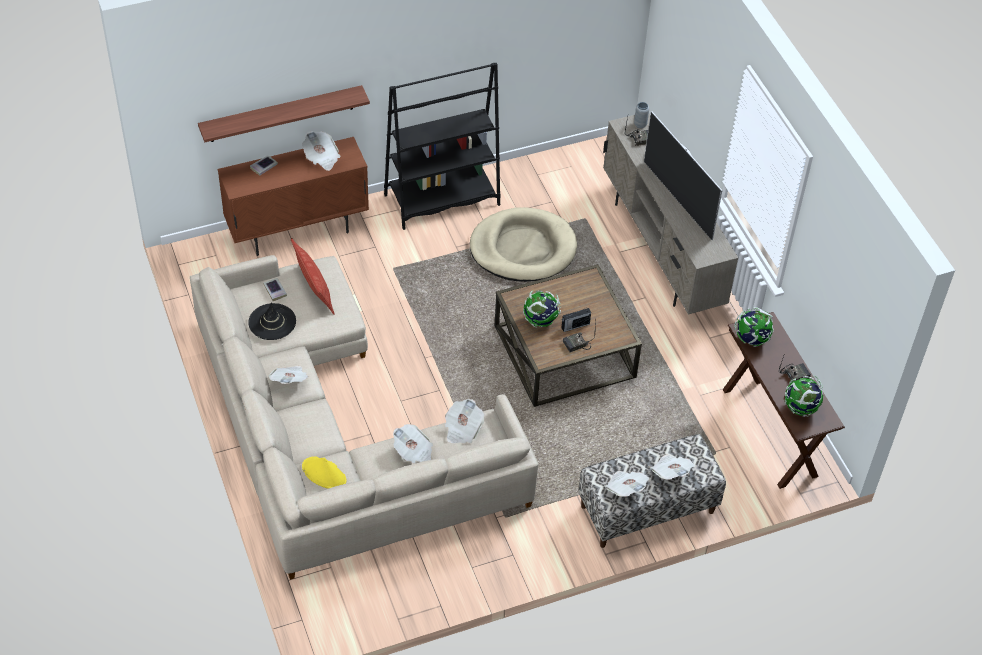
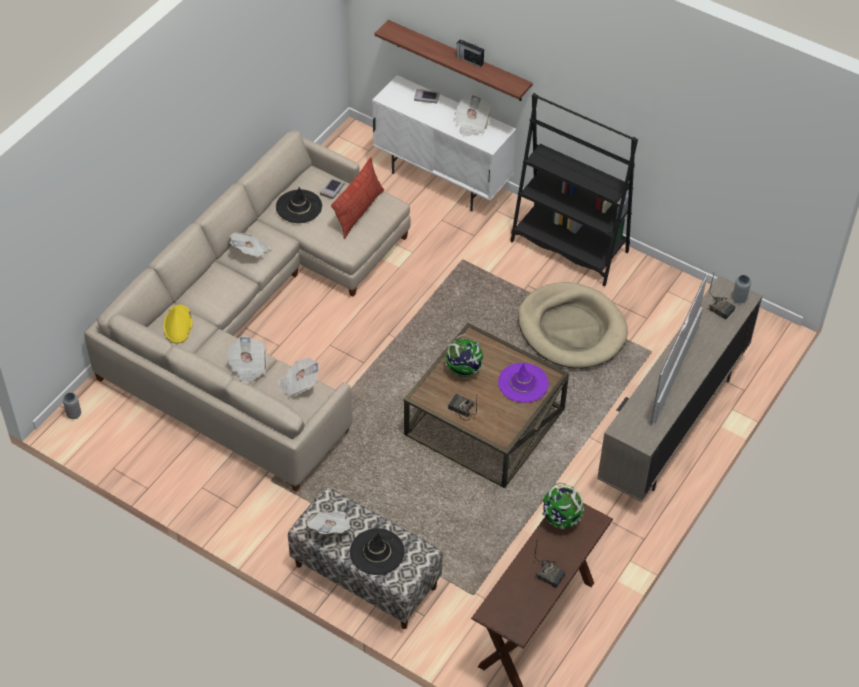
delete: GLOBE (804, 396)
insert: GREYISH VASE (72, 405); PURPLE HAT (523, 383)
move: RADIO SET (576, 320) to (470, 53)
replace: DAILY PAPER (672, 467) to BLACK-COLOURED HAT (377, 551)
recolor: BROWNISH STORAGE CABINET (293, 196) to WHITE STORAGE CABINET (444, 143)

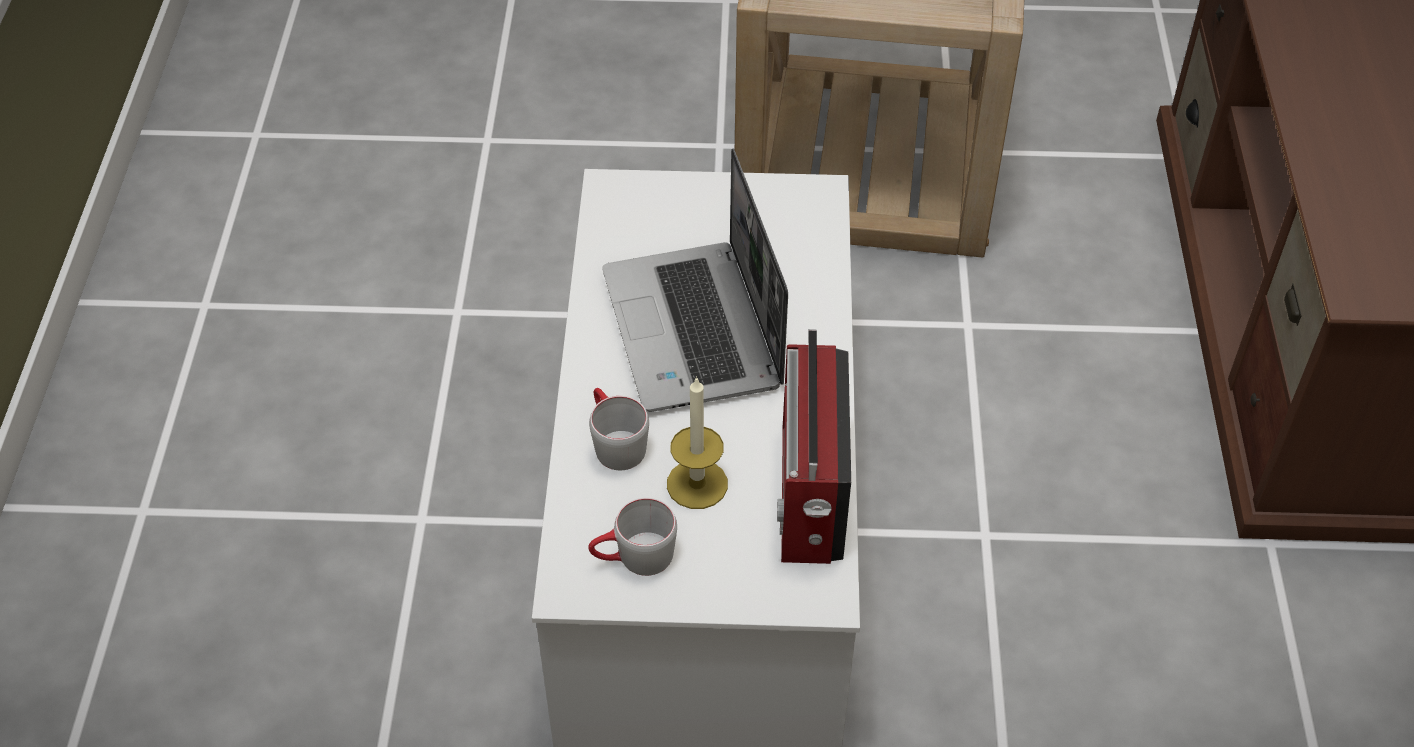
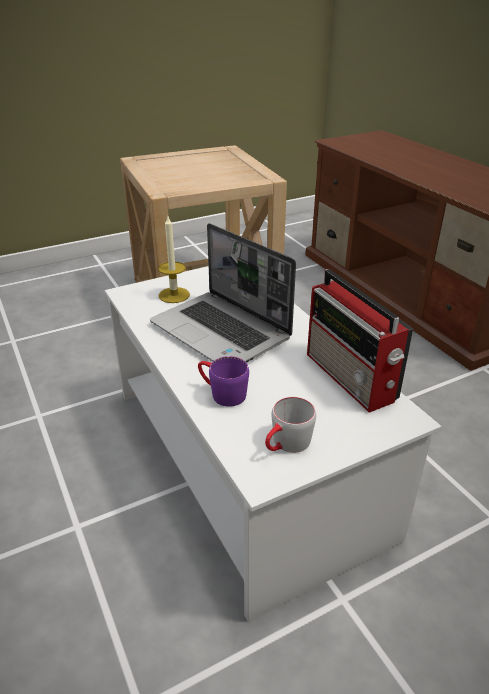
move: CANDLE (697, 442) to (174, 259)
recolor: GREYISH COFFEE MUG (619, 429) to PURPLE COFFEE MUG (223, 381)

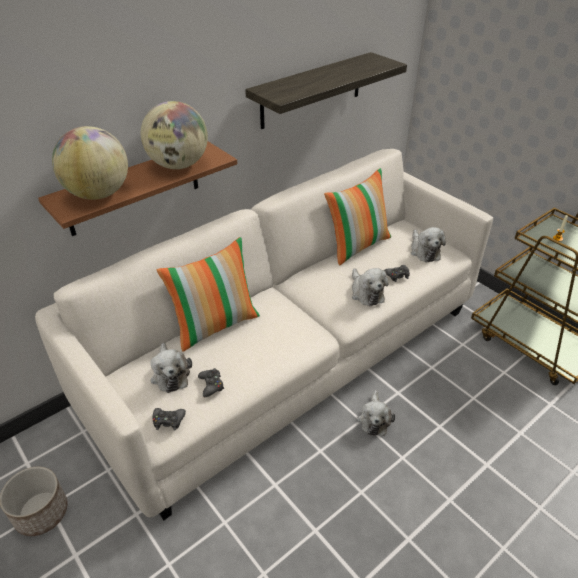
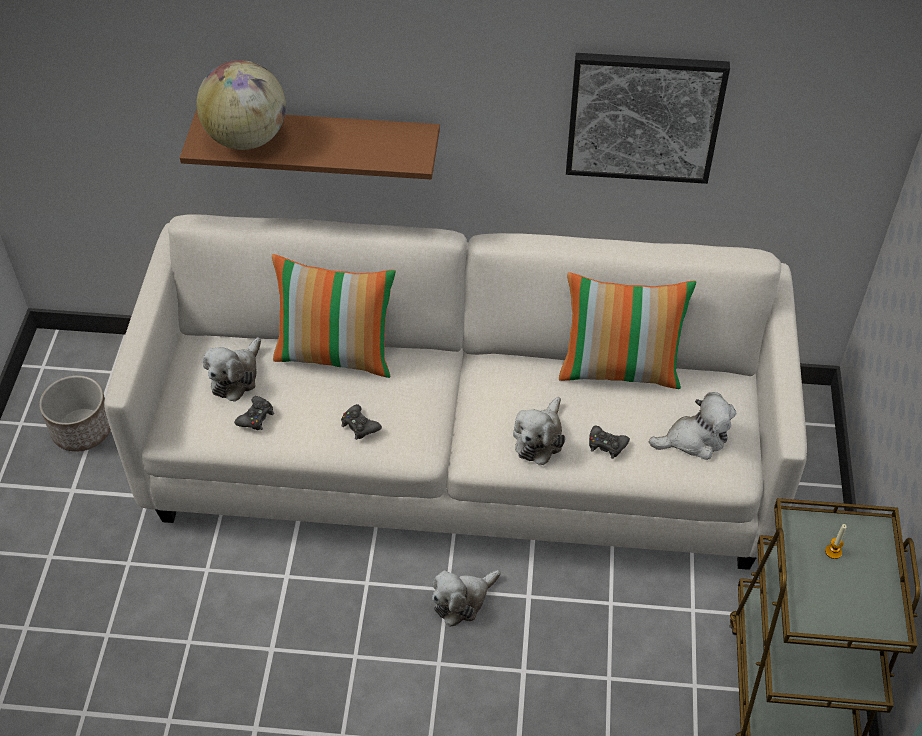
delete: GLOBE (174, 135)
move: BLACK-COLOURED JOYPAD (169, 419) to (361, 422)
replace: BRACKET SHELF (326, 90) to WALL ART (648, 118)
rotate: PLUSH TOY (428, 244) = (693, 426) 135 degrees counterclockwise

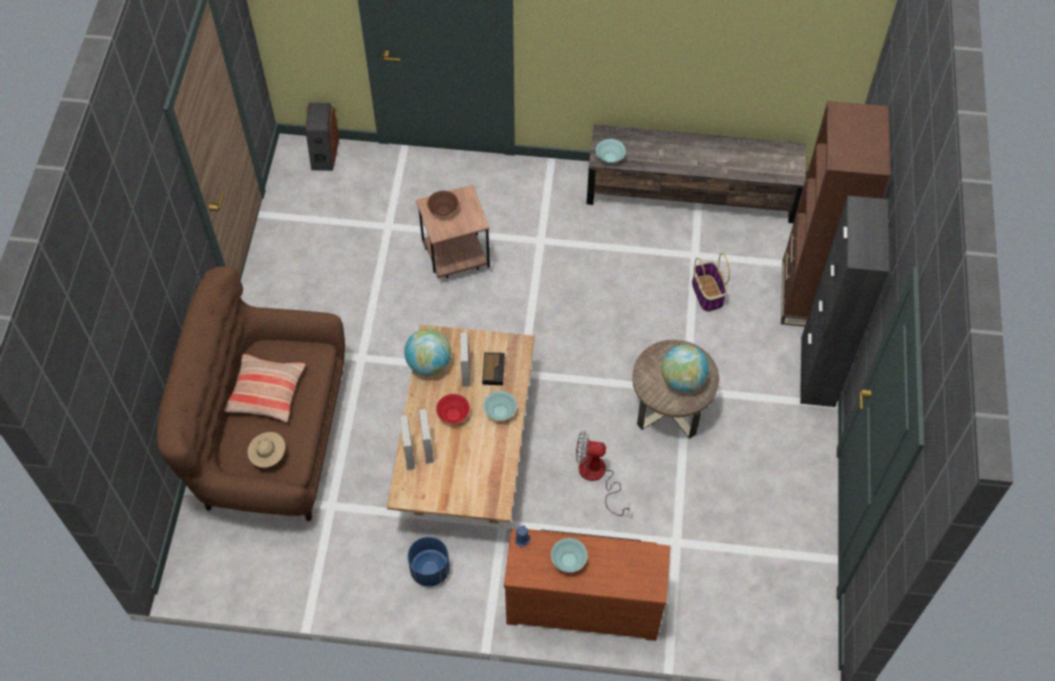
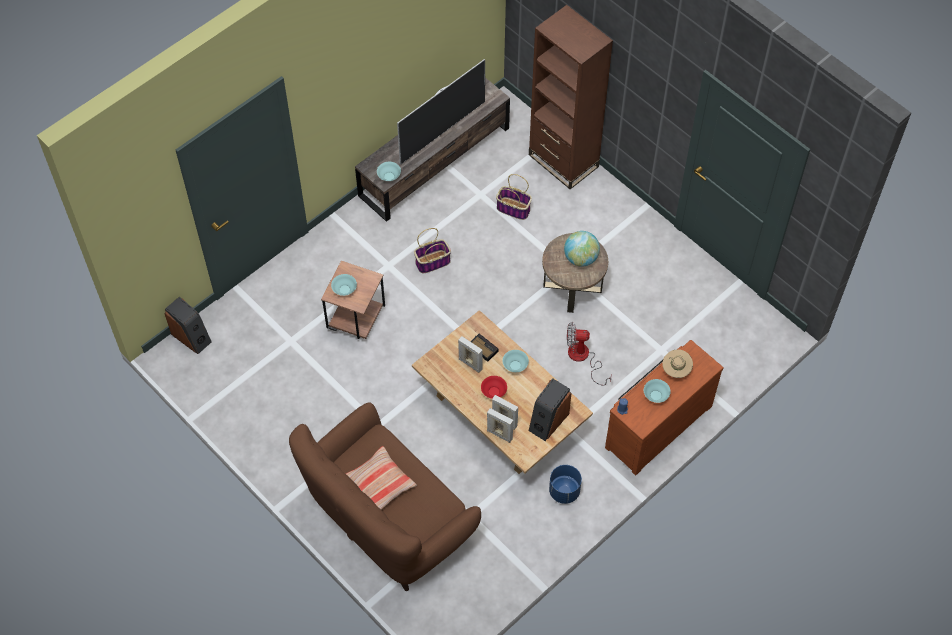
delete: GLOBE (427, 352); BLACK-COLOURED STORAGE CABINET (844, 301)
insert: TV (441, 111); STORAGE BASKET (432, 250); SPEAKER (549, 410)
move: BEIGE HAT (266, 450) to (677, 363)
recolor: BROWNISH DEEP DISH (442, 203) to TURQUOISE-COLOURED DEEP DISH (344, 285)
rotate: FAN (603, 473) = (589, 354) 45 degrees clockwise

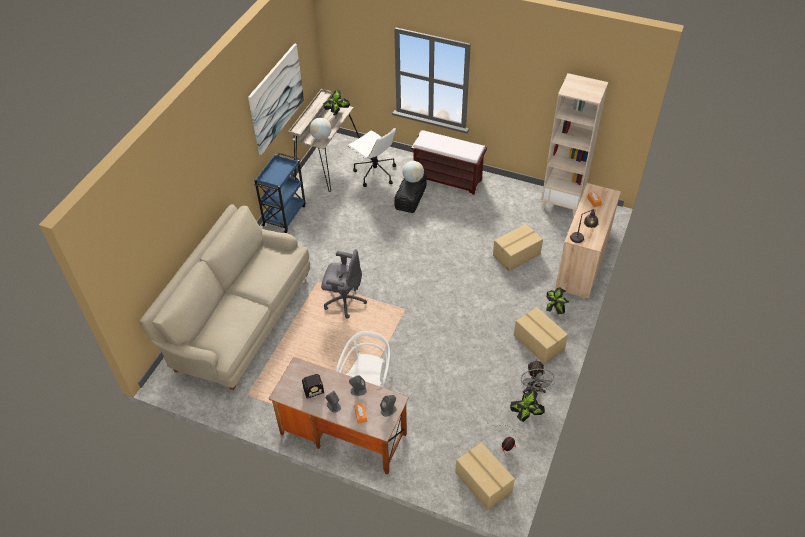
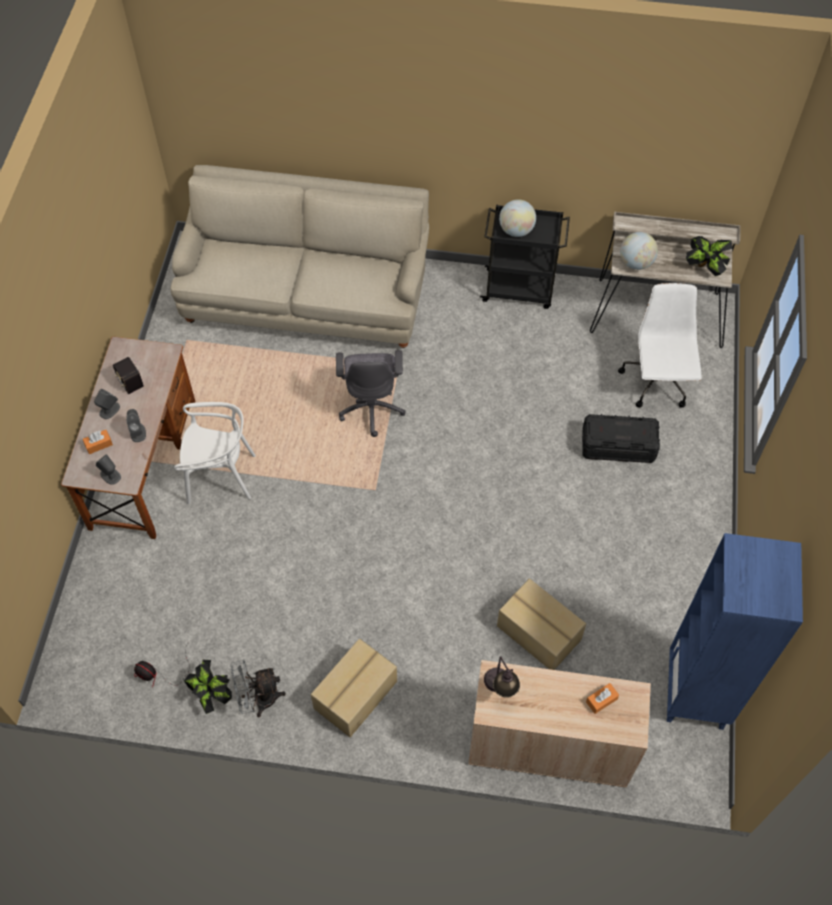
delete: WALL ART (276, 99); BROWNISH LONG SEAT (449, 162); CARTON (485, 476); POTTED PLANT (557, 300)
move: GLOBE (413, 172) to (517, 218)
recolor: BLUISH TROLLEY (280, 193) to BLACK-COLOURED TROLLEY (525, 257); BEIGE BOOKCASE (574, 145) to BLUISH BOOKCASE (735, 631)
rotate: WHITE COMPUTER CHAIR (371, 157) = (659, 345) 150 degrees clockwise

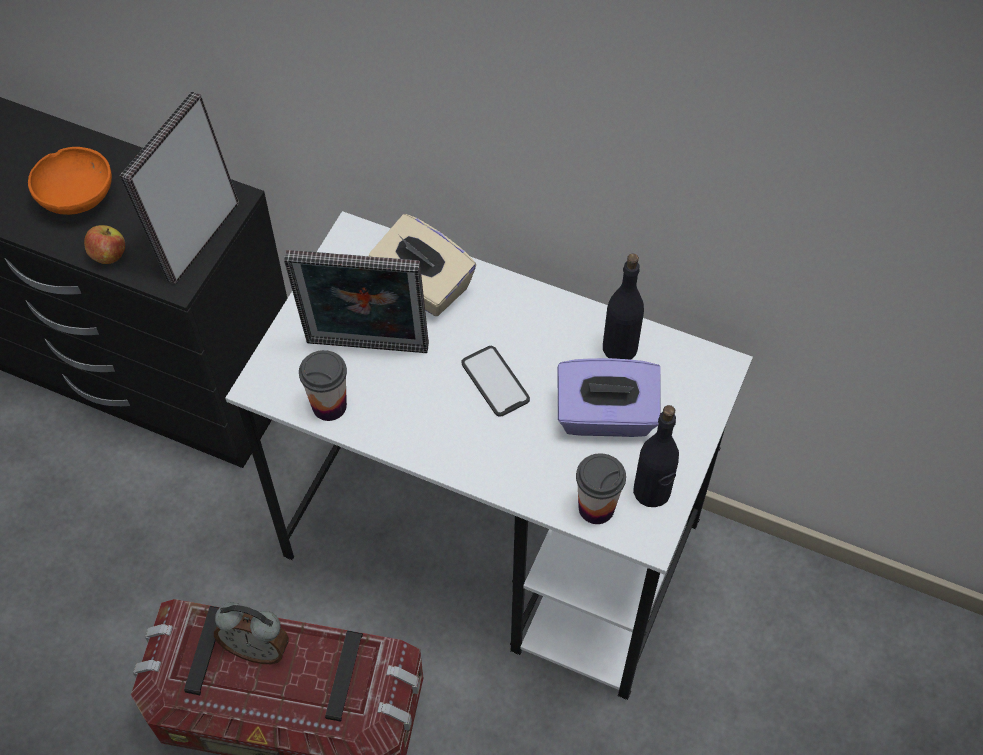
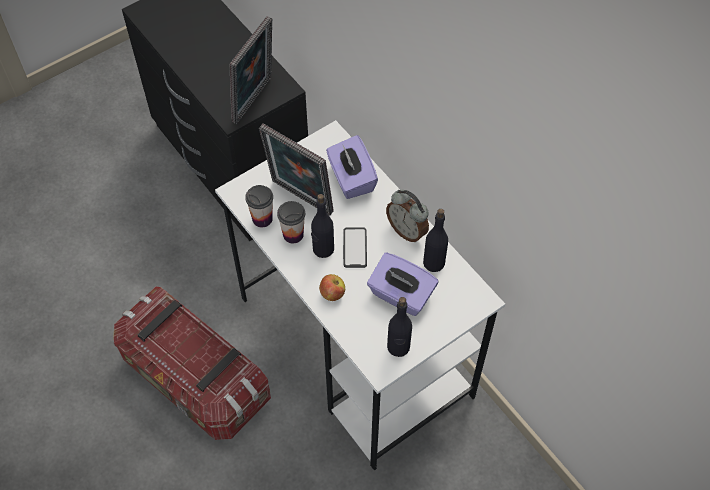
delete: ORANGE DEEP DISH (70, 181)
insert: BLACK-COLOURED DRINK BOTTLE (322, 226)
move: APPLE FRUIT (104, 244) to (332, 287); TABLE CLOCK (251, 633) to (407, 216); CUP (601, 488) to (291, 222)
recolor: BEIGE BOX OF TISSUES (422, 265) to PURPLE BOX OF TISSUES (352, 167)
rotate: PICTURE FRAME (179, 188) = (250, 70) 150 degrees clockwise

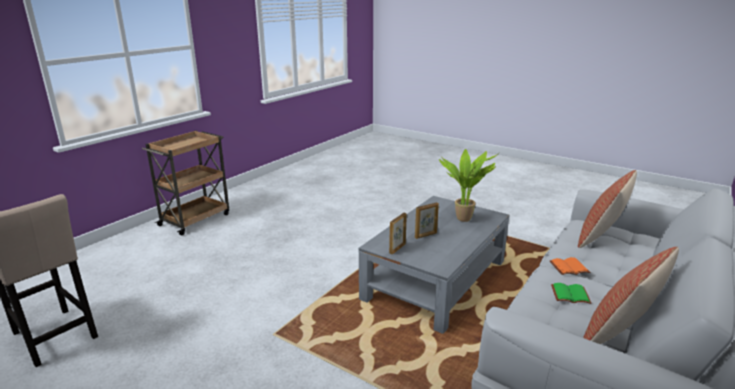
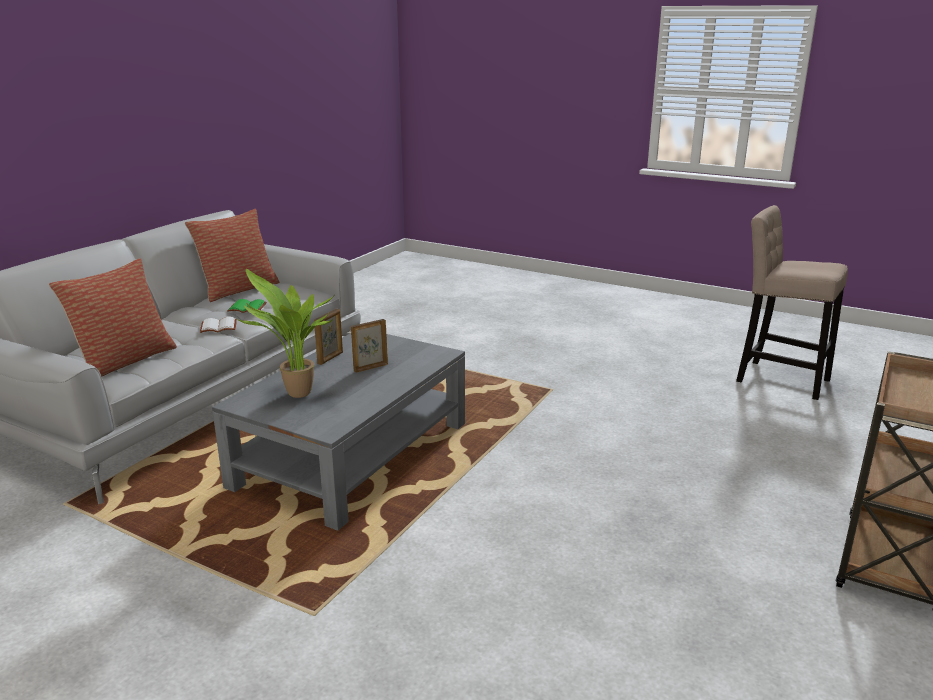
move: PICTURE FRAME (398, 234) to (328, 337)
recolor: ORANGE VOLUME (570, 266) to WHITE VOLUME (218, 325)

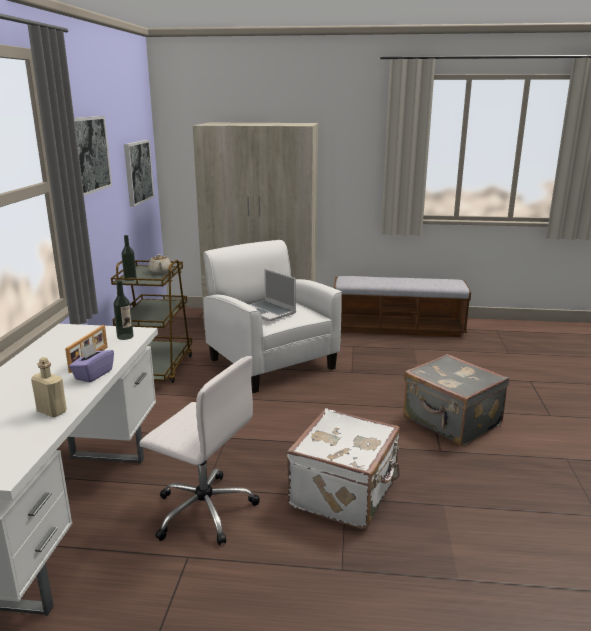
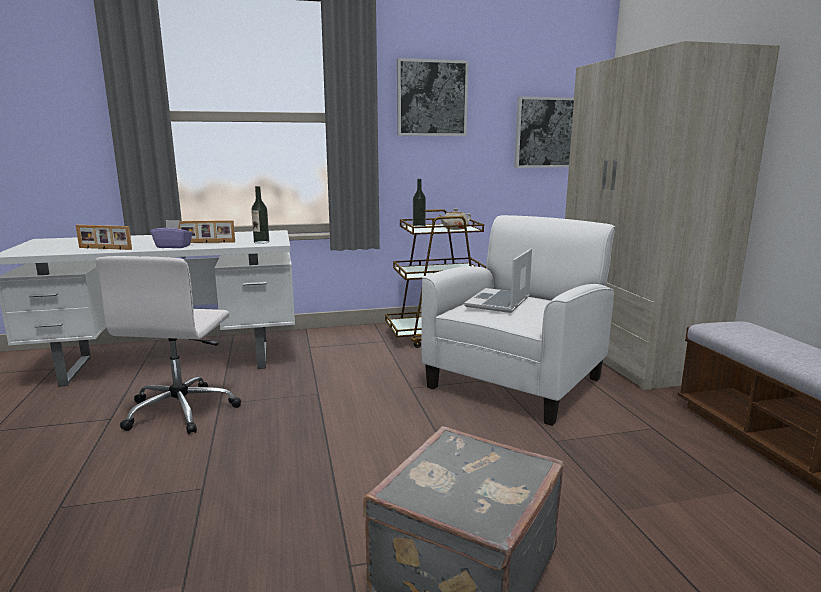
delete: WHITE SUITCASE (343, 468)
replace: BEIGE DRINK BOTTLE (49, 387) to PICTURE FRAME (104, 237)

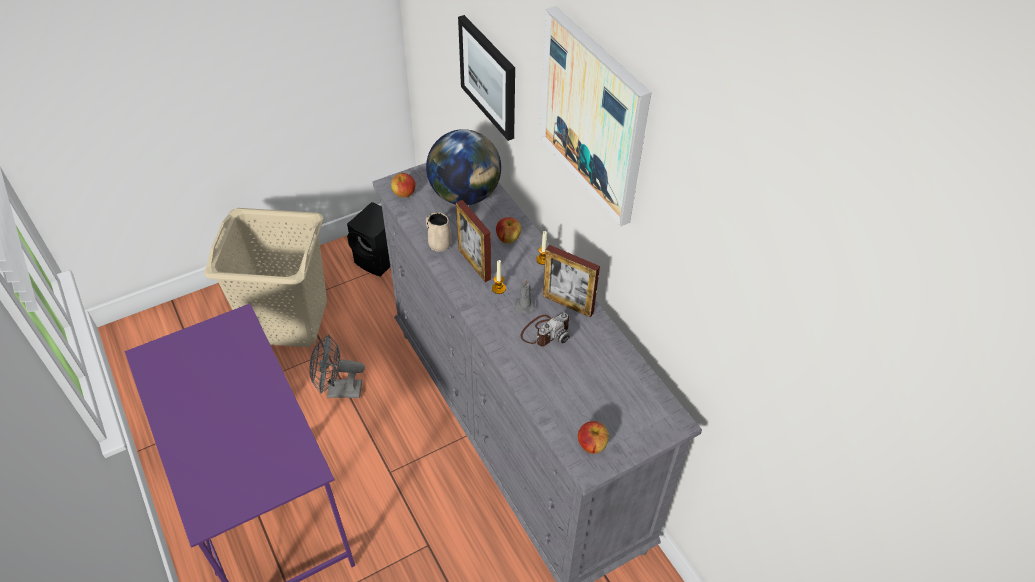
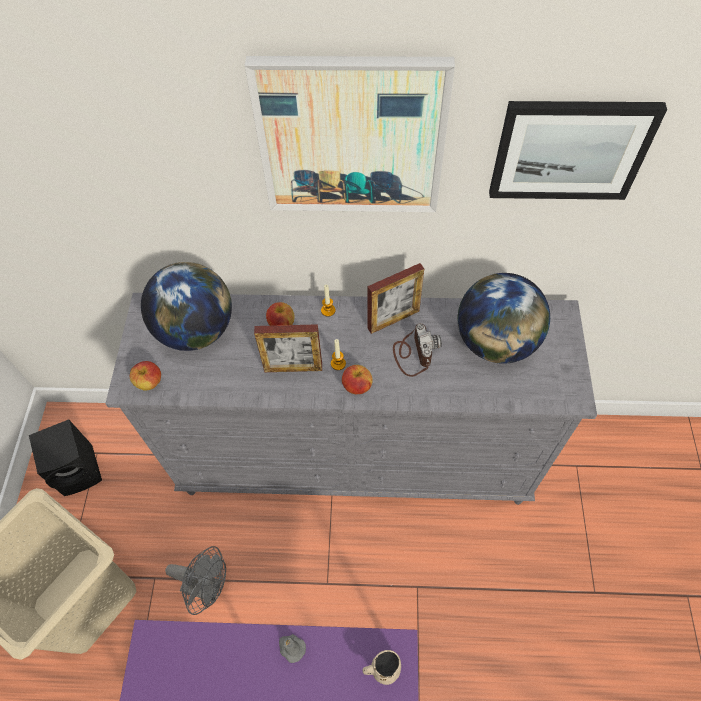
insert: GLOBE (504, 318)
move: BEIGE COFFEE MUG (439, 232) to (381, 667); WALL ART (486, 78) to (578, 150); GREYISH CANDLE (525, 297) to (292, 648); APPLE FRUIT (593, 437) to (357, 379)
rotate: GREYISH FAN (337, 366) = (195, 580) 105 degrees counterclockwise

